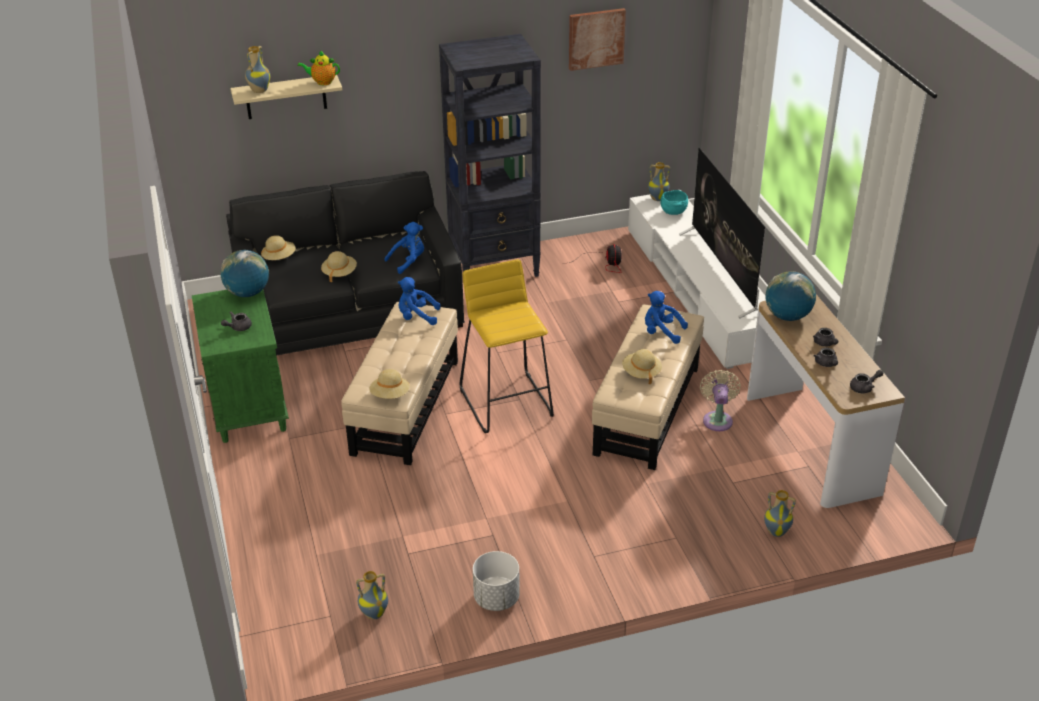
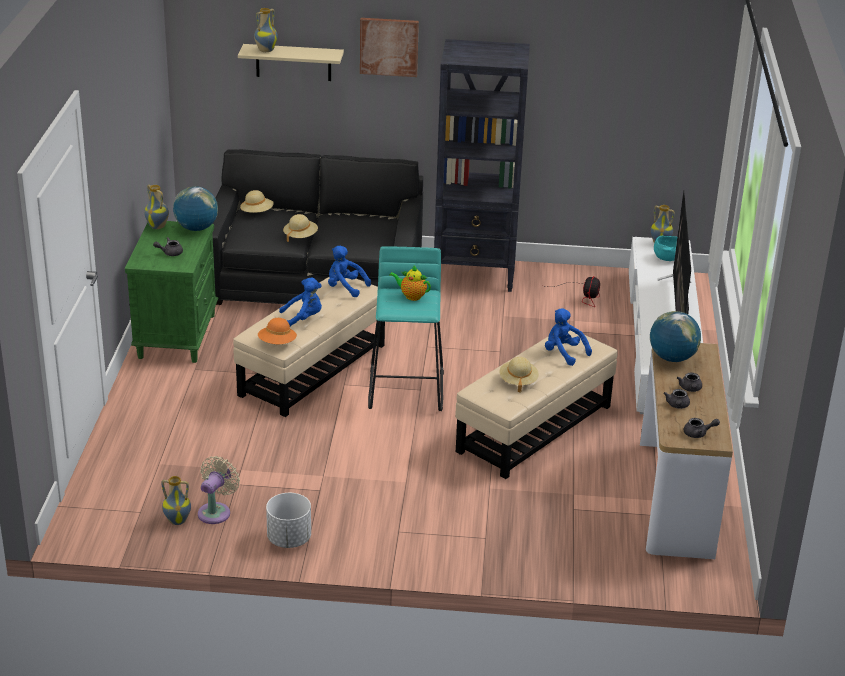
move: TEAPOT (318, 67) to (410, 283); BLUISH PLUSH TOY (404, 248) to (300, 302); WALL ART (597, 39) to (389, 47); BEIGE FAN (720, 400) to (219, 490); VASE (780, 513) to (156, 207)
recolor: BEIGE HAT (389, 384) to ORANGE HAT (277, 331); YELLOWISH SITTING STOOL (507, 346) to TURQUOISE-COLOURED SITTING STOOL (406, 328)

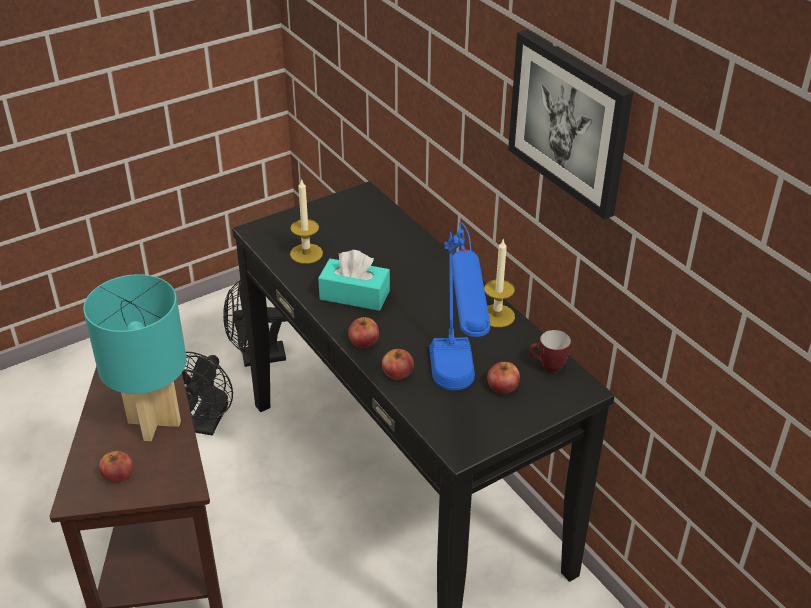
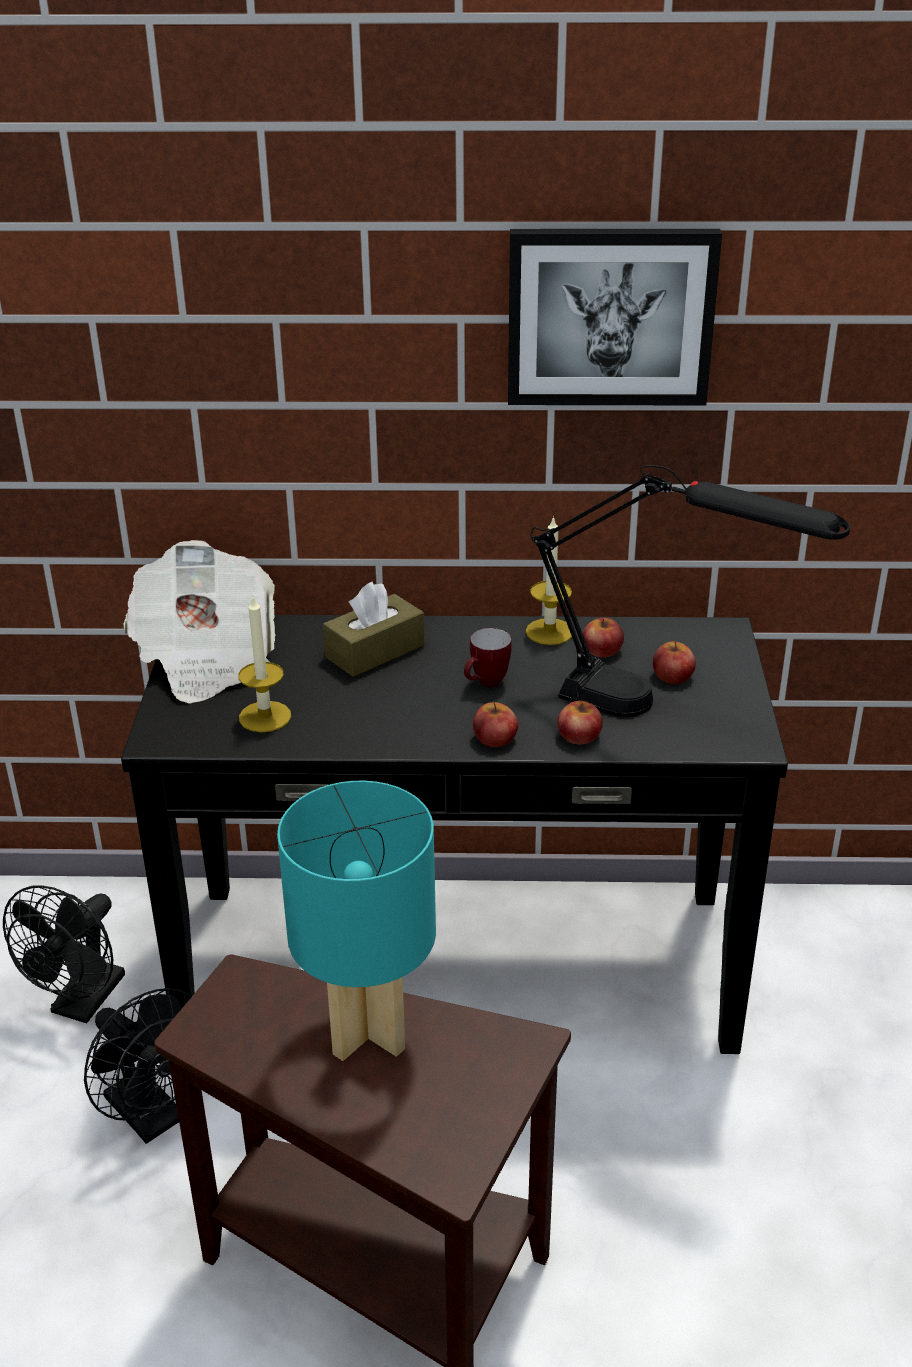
delete: TURQUOISE-COLOURED BOX OF TISSUES (354, 280)
insert: DAILY PAPER (199, 622); BROWNISH BOX OF TISSUES (374, 629)
move: APPLE FRUIT (116, 467) to (603, 637); COFFEE MUG (550, 351) to (488, 657)
recolor: BLUISH TABLE LAMP (459, 306) to BLACK-COLOURED TABLE LAMP (690, 591)

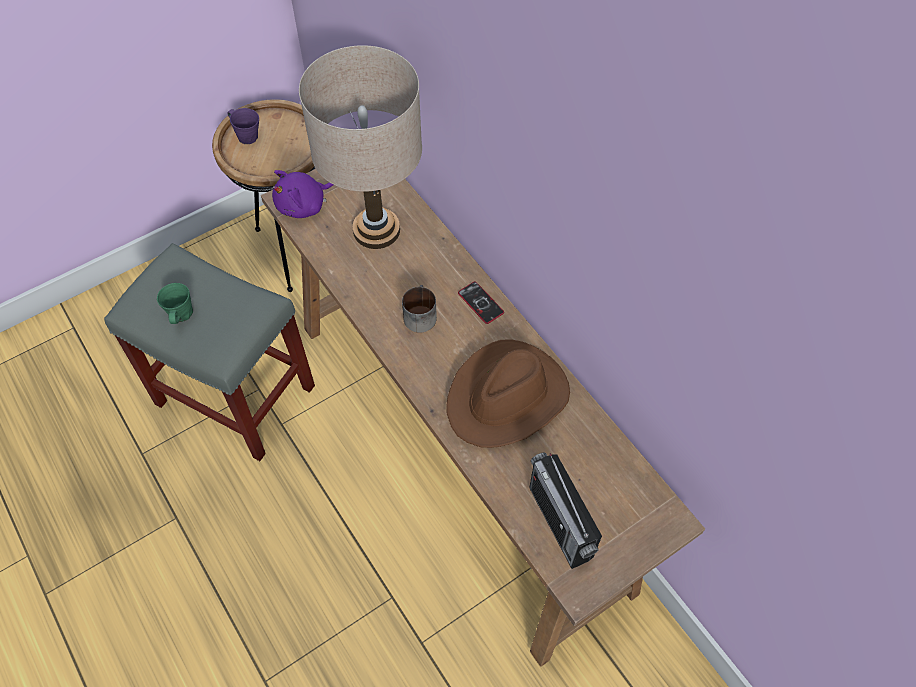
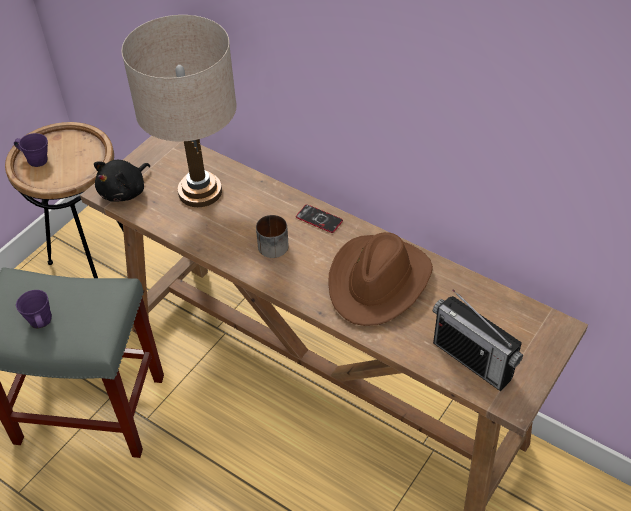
recolor: GREENISH COFFEE MUG (175, 303) to PURPLE COFFEE MUG (34, 309); PURPLE PLUSH TOY (302, 194) to BLACK-COLOURED PLUSH TOY (122, 181)

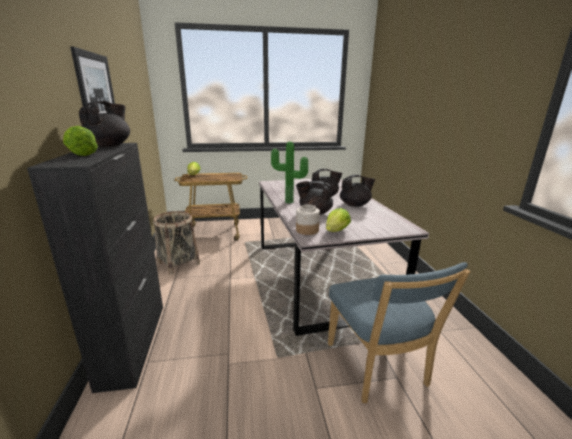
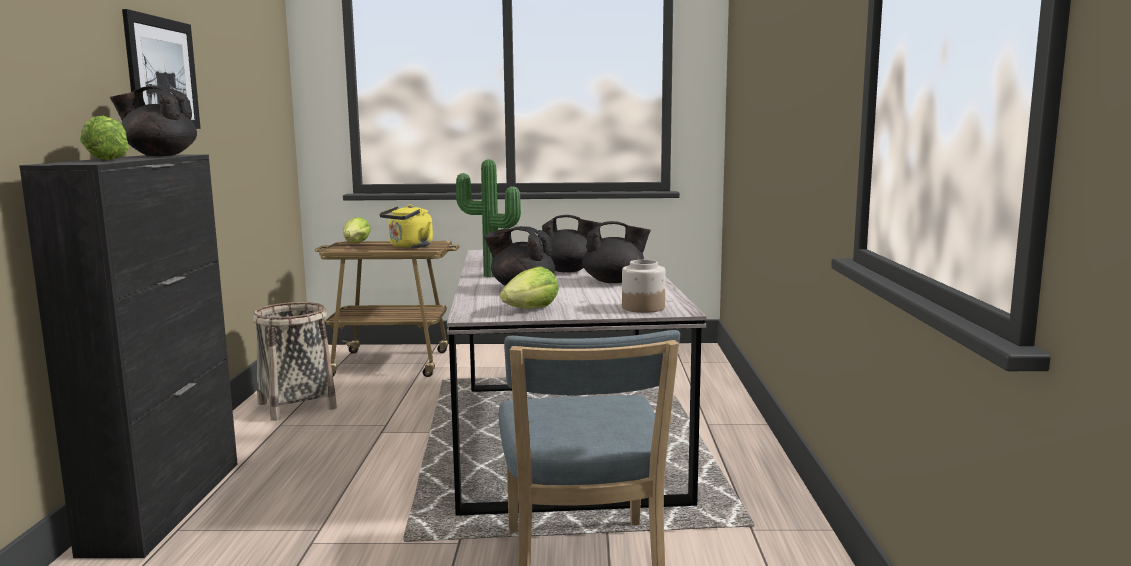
insert: YELLOWISH TEA KETTLE (406, 226)
move: PRESERVE JAR (308, 219) to (644, 286)
rotate: BLACK-COLOURED TEAPOT (104, 124) = (153, 121) 120 degrees counterclockwise

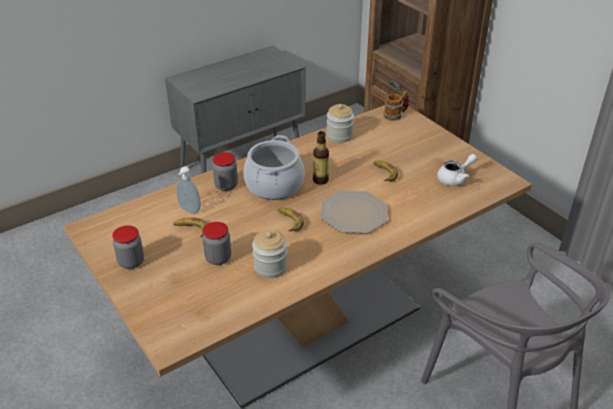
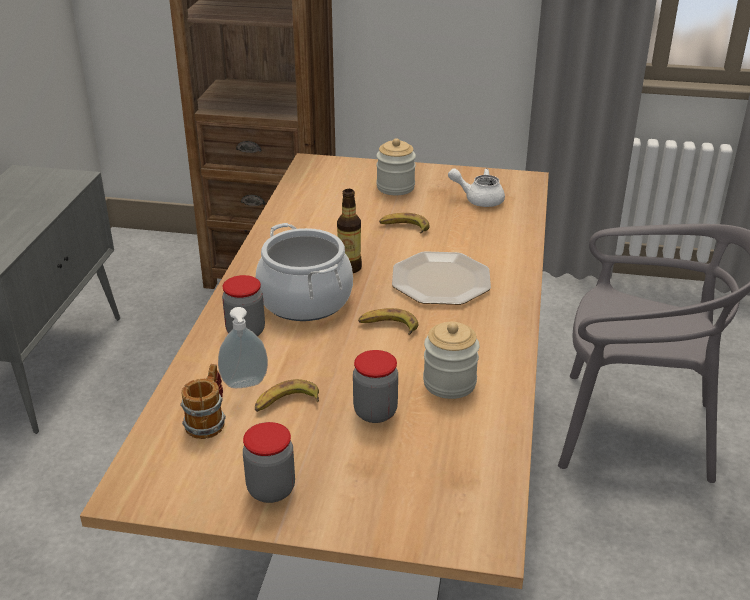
move: PRESERVE JAR (340, 123) to (396, 166); COFFEE MUG (396, 106) to (203, 401)
rotate: WHITE TEAPOT (457, 170) = (476, 187) 90 degrees counterclockwise

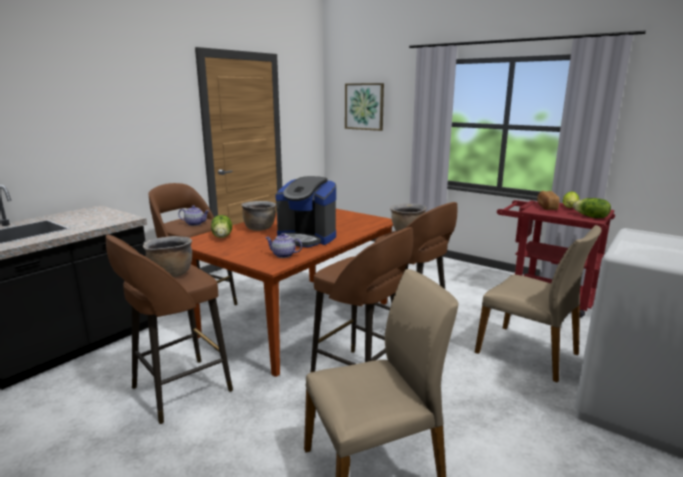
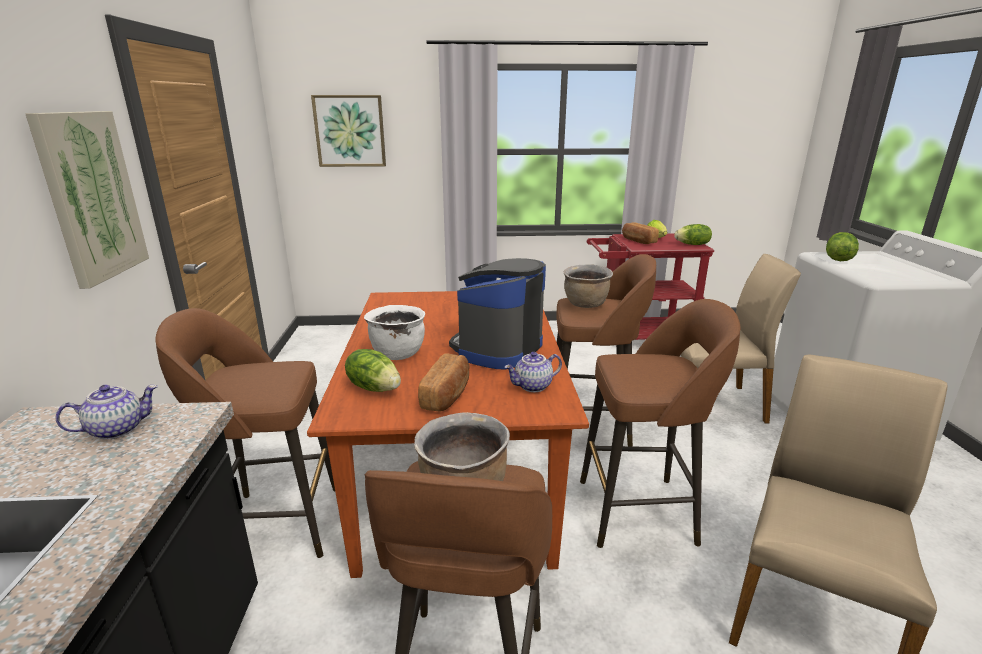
insert: WALL ART (87, 200); BREAD (444, 382); HEAD OF LETTUCE (842, 246)
move: TEAPOT (193, 216) to (107, 412)
recolor: BROWNISH COOKING POT (258, 216) to WHITE COOKING POT (394, 332)
rotate: COFFEE MAKER (305, 211) = (497, 313) 135 degrees clockwise

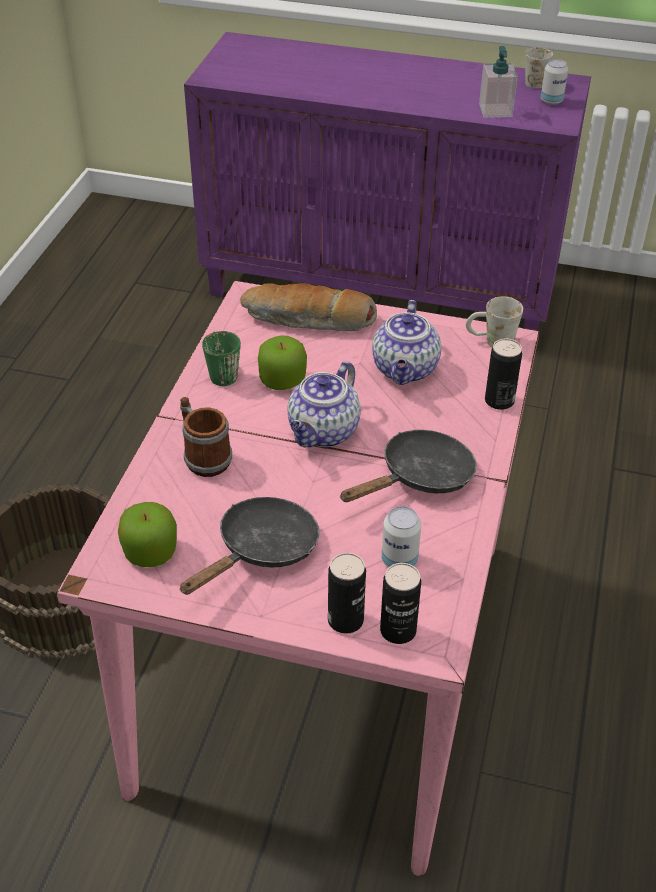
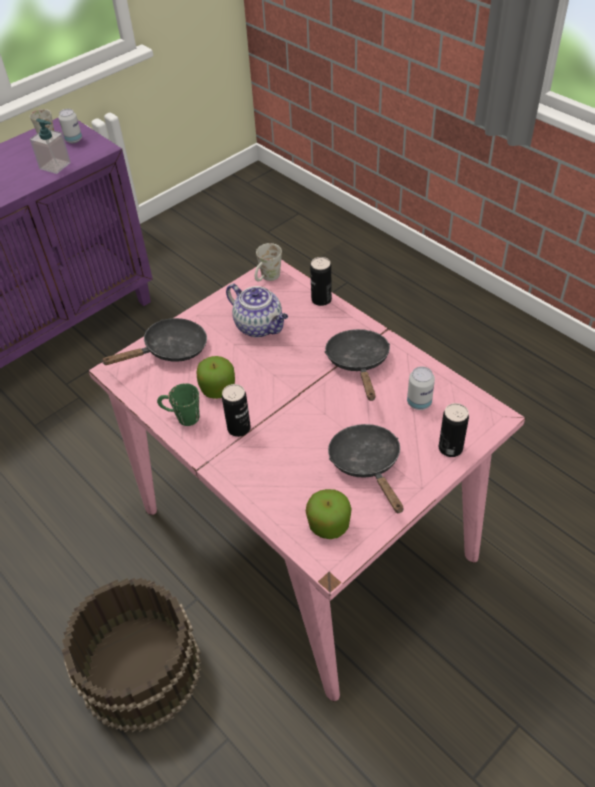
delete: COFFEE MUG (206, 437); TEAPOT (324, 404)
move: SEALED CAN (400, 603) to (236, 410)
replace: BREAD (308, 307) to BLACK-COLOURED SKILLET (154, 341)

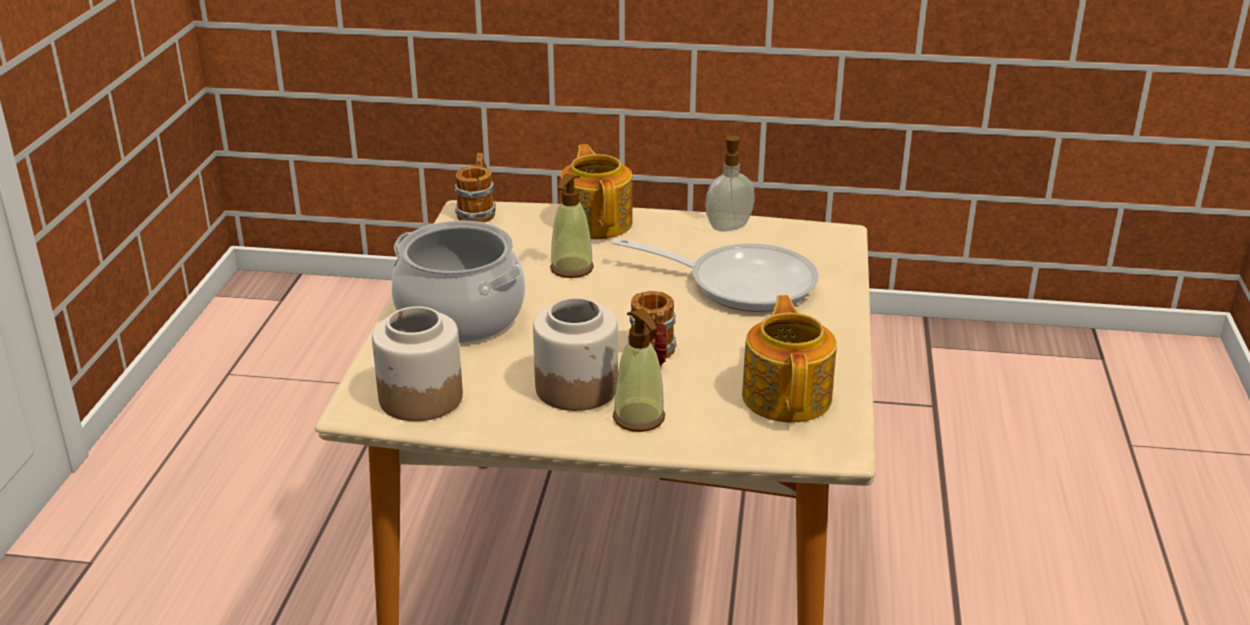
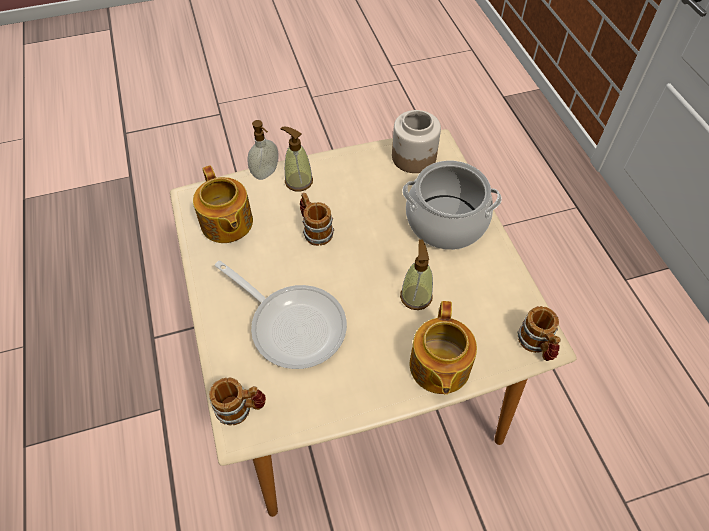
delete: PRESERVE JAR (575, 354)
insert: COFFEE MUG (237, 401)
move: SOAP DISPENSER (730, 183) to (262, 150)
rotate: TEAPOT (596, 191) = (443, 348) 45 degrees clockwise; SKILLET (715, 275) = (281, 315) 135 degrees counterclockwise

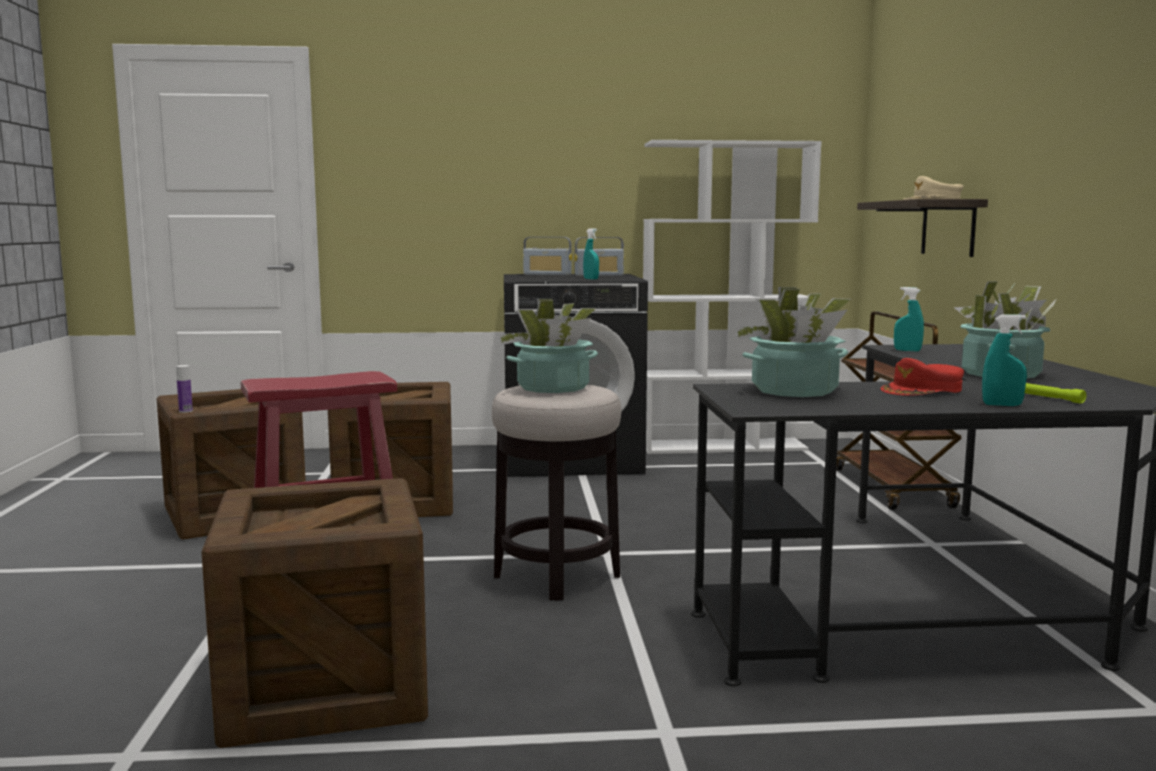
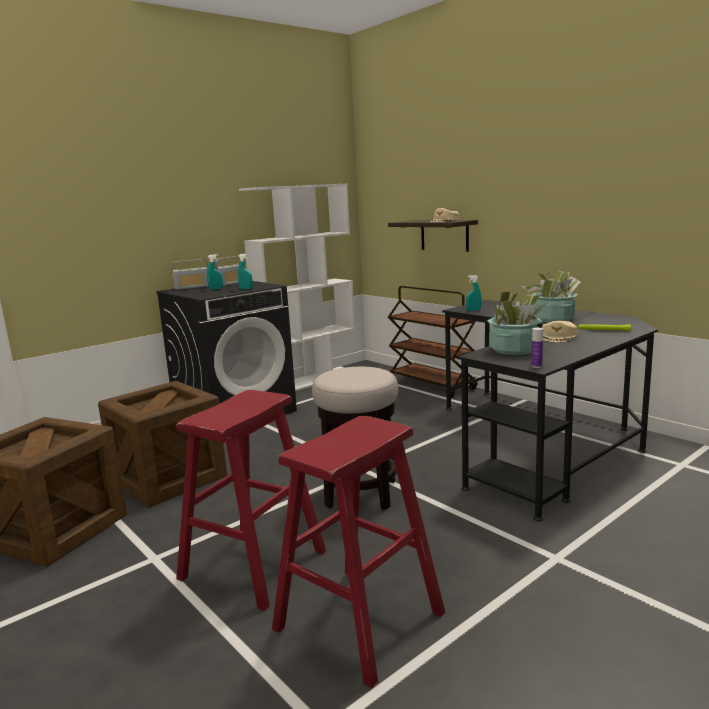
delete: POTTED PLANT (548, 346)
move: DRINK BOTTLE (184, 389) to (537, 348); TURQUOISE-COLOURED HAND SPRAYER (1004, 360) to (215, 272)
replace: PACKING CRATE (314, 613) to RED SITTING STOOL (358, 552)
recolor: RED BASEBALL CAP (922, 377) to BEIGE BASEBALL CAP (560, 331)

